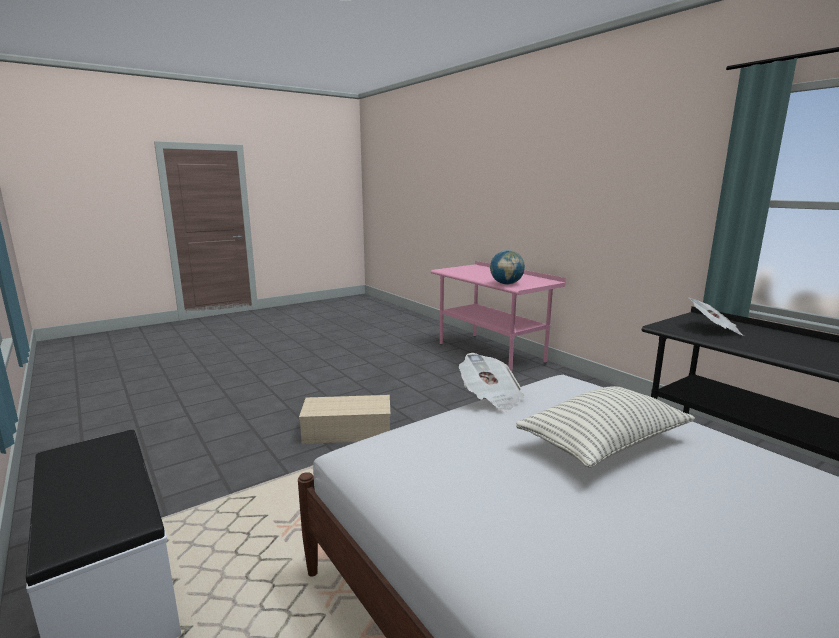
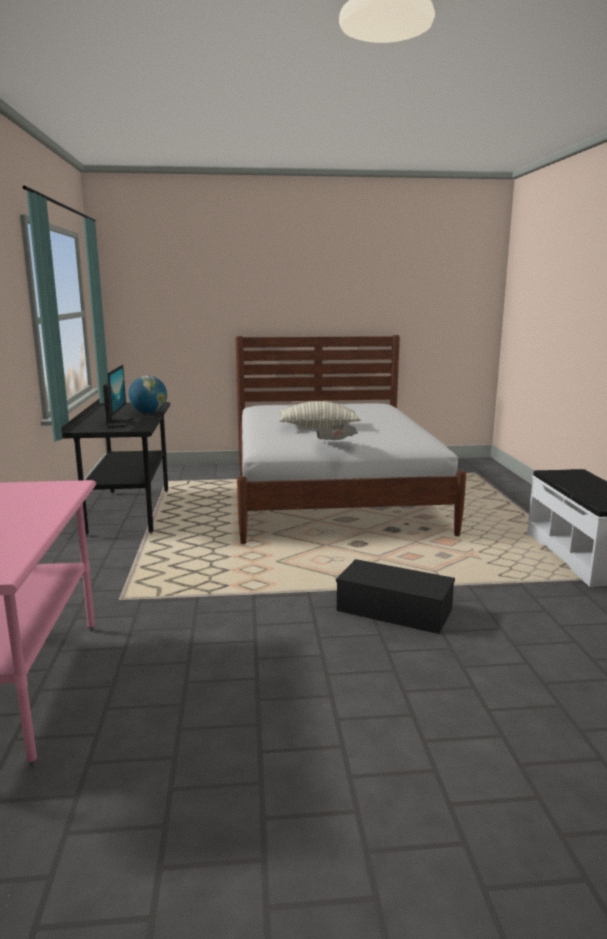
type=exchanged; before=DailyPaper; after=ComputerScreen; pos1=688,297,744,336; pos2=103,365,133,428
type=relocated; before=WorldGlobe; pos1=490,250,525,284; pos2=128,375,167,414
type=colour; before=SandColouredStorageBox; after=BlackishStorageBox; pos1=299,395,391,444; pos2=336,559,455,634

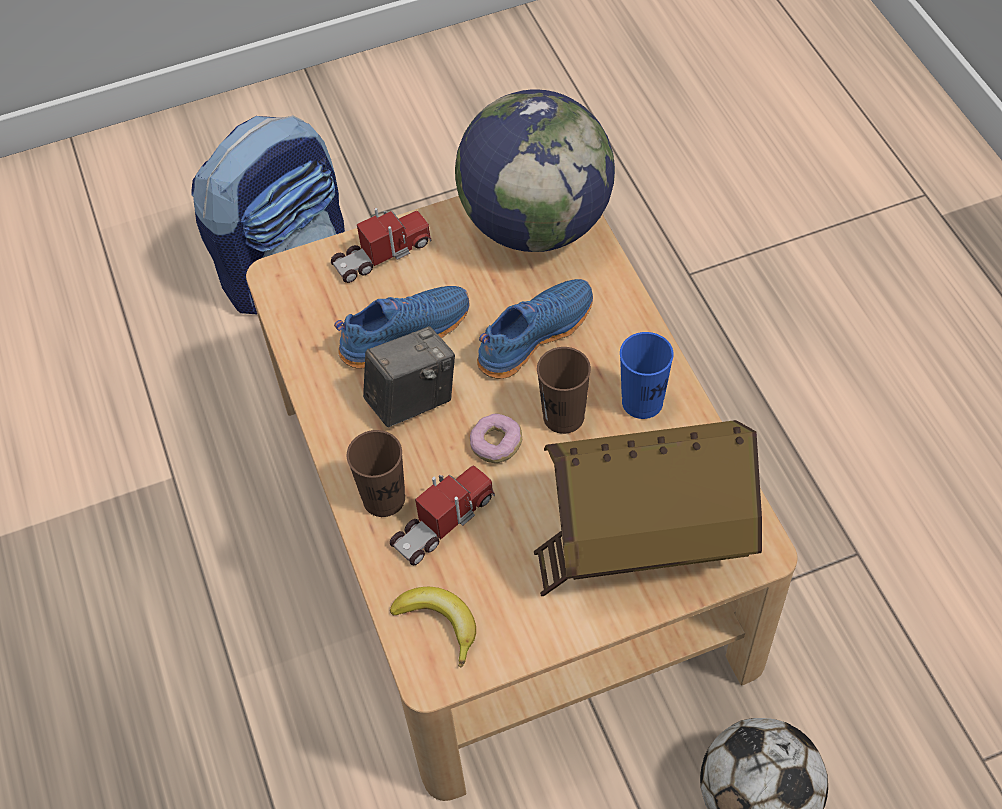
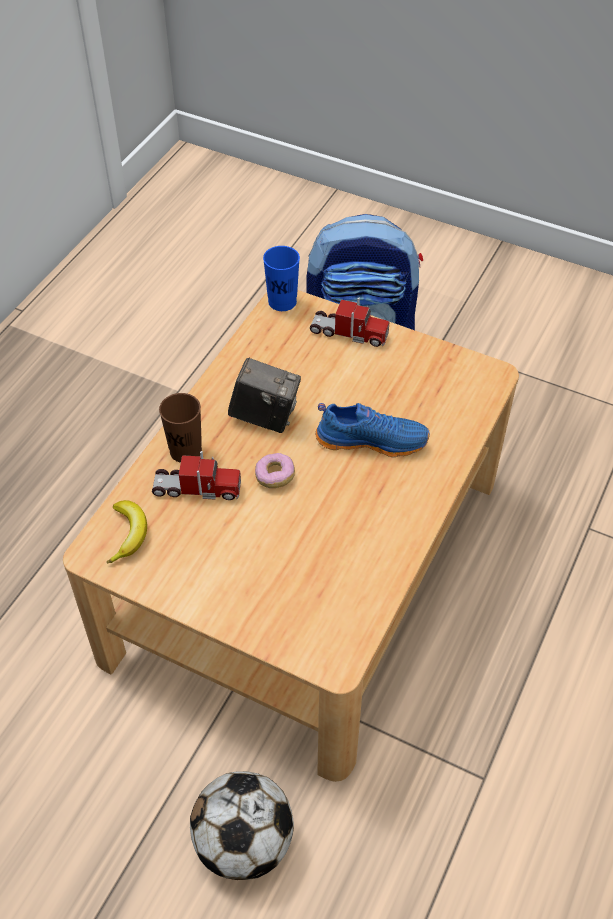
type=relocated; before=BlueColouredCup; pos1=620,332,674,419; pos2=263,246,300,311
type=missing; before=BlueColouredItemOfFootwear; pos1=334,286,469,369
type=missing; before=WorldGlobe; pos1=455,89,615,252
type=missing; before=ToyHouse; pos1=534,420,762,596
type=missing; before=BrownCup; pos1=537,347,591,434

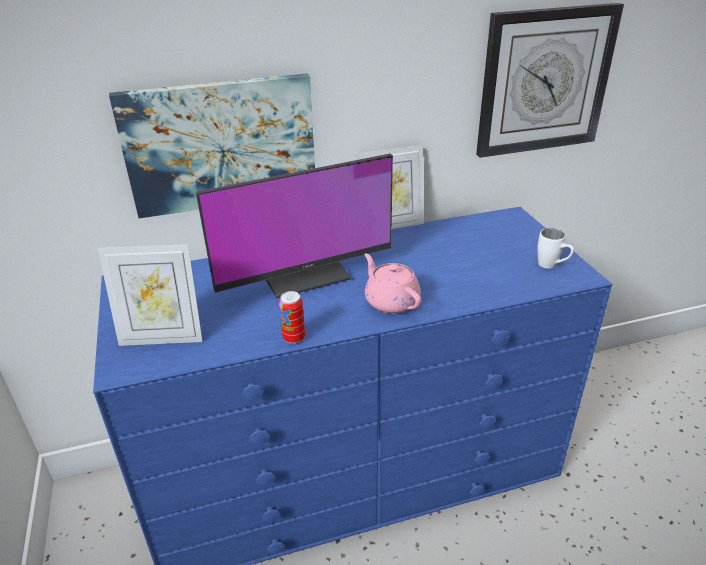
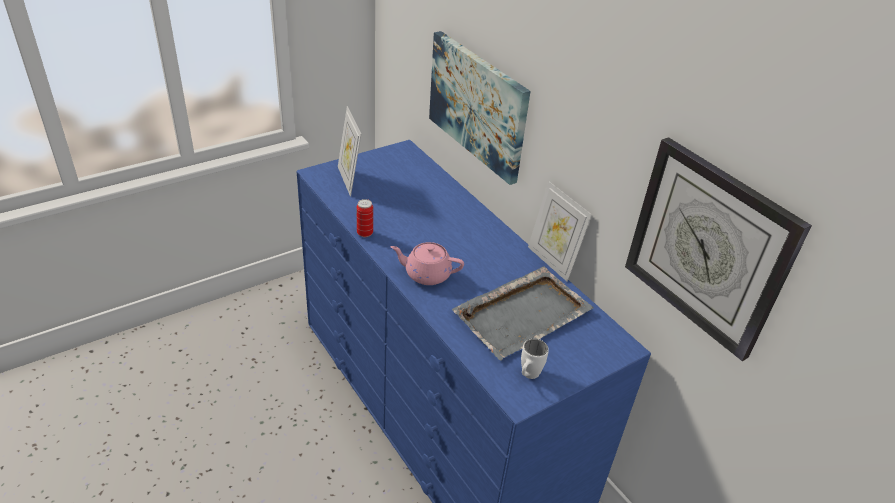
type=spun; before=PinkTeaPot; pos1=364,253,421,314; pos2=390,242,464,285; turn=-120
type=appeared; after=GreyTray; pos2=452,266,593,360
type=missing; before=ComputerScreen; pos1=196,154,393,298

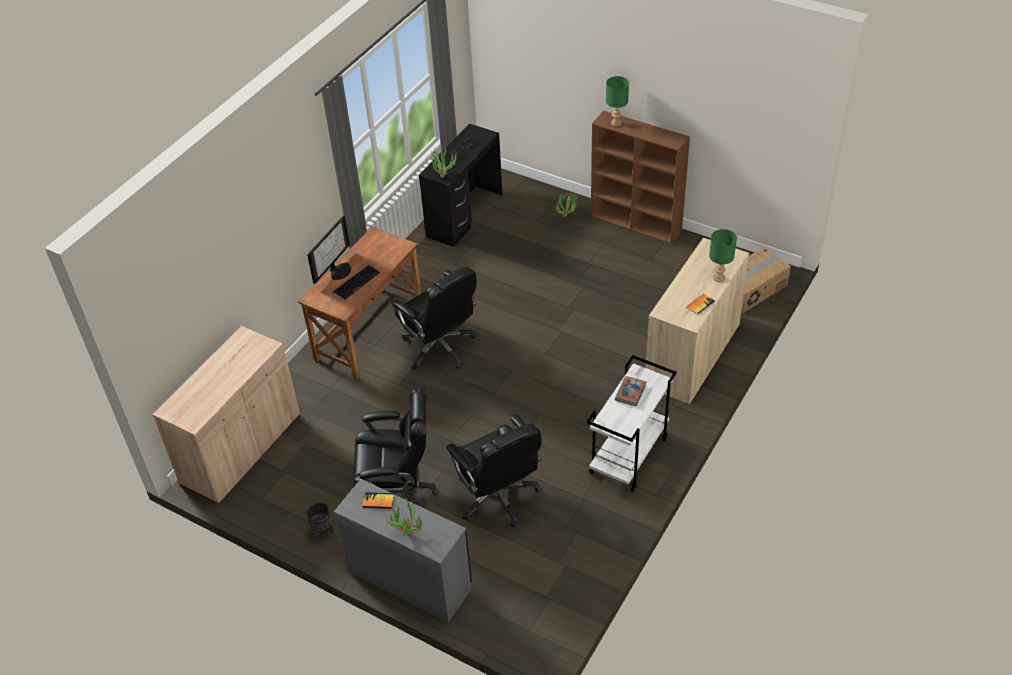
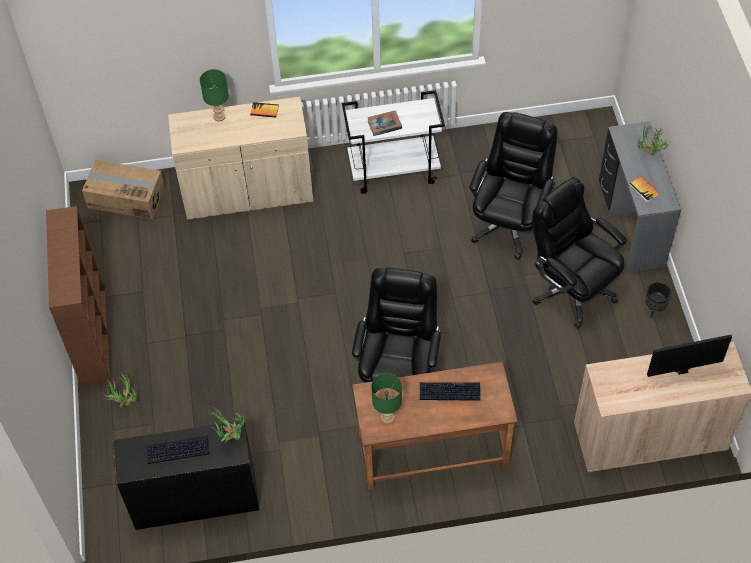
type=relocated; before=GreenColouredLampForATable; pos1=606,76,629,127; pos2=371,373,402,424
type=relocated; before=ComputerScreen; pos1=307,216,351,284; pos2=647,335,732,377

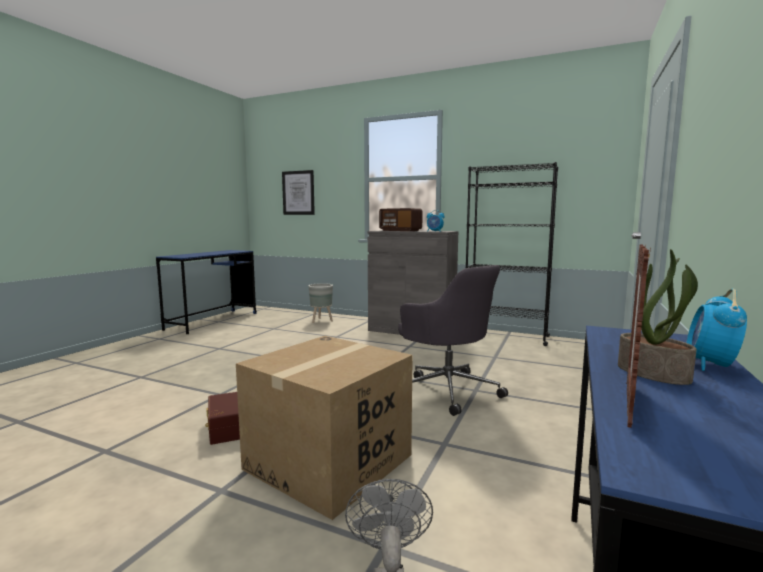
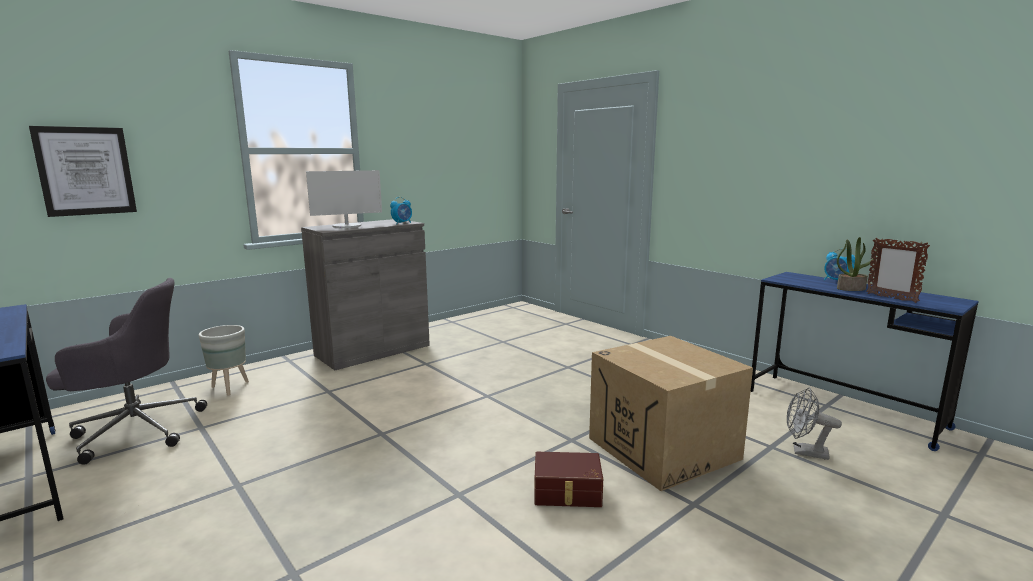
type=relocated; before=GreyDeskChair; pos1=398,265,508,416; pos2=46,278,207,465
type=exchanged; before=RadioReceiver; after=ComputerScreen; pos1=379,208,423,231; pos2=306,170,382,228
type=missing; before=BlackishBookshelf; pos1=465,162,558,346

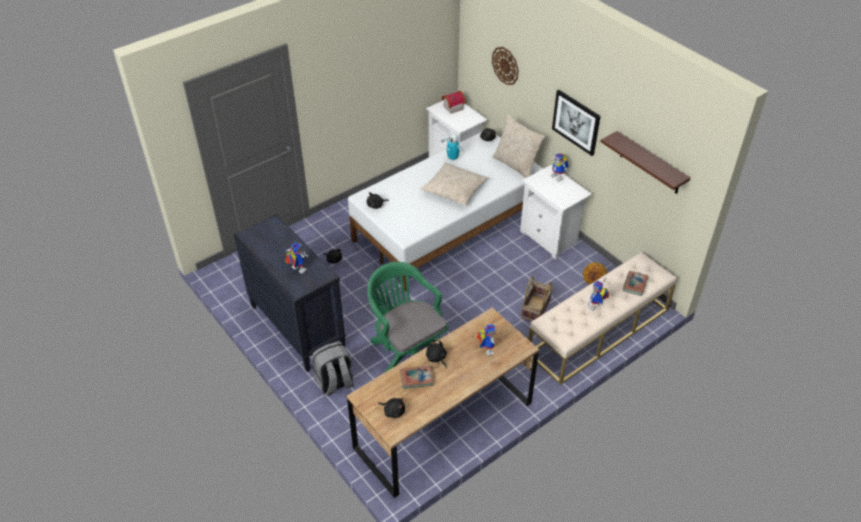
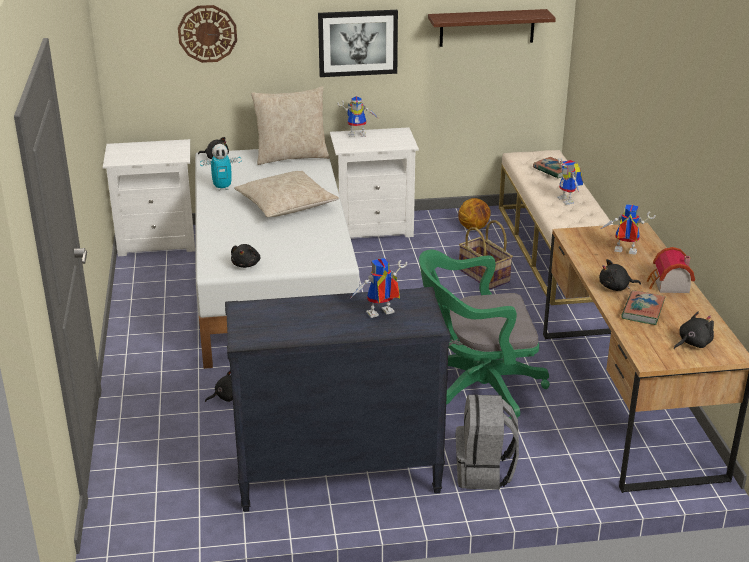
type=relocated; before=ToyHouse; pos1=442,91,465,114; pos2=647,247,695,293

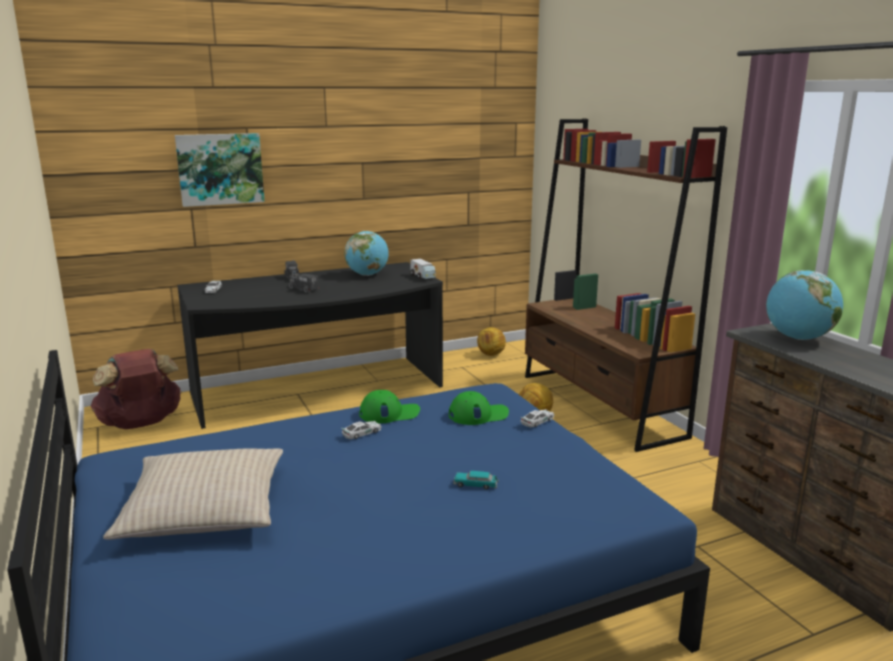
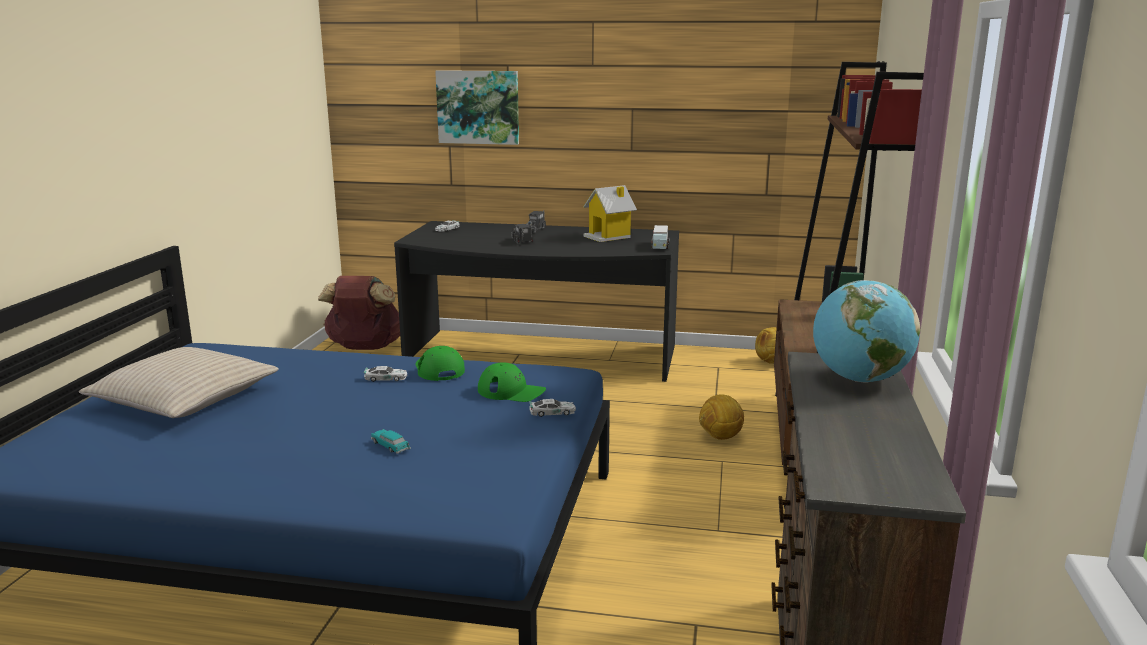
type=spun; before=GreenColouredPeakedCap; pos1=359,390,420,423; pos2=415,346,465,381; turn=-135
type=exchanged; before=WorldGlobe; after=ToyHouse; pos1=344,231,389,276; pos2=583,185,637,242

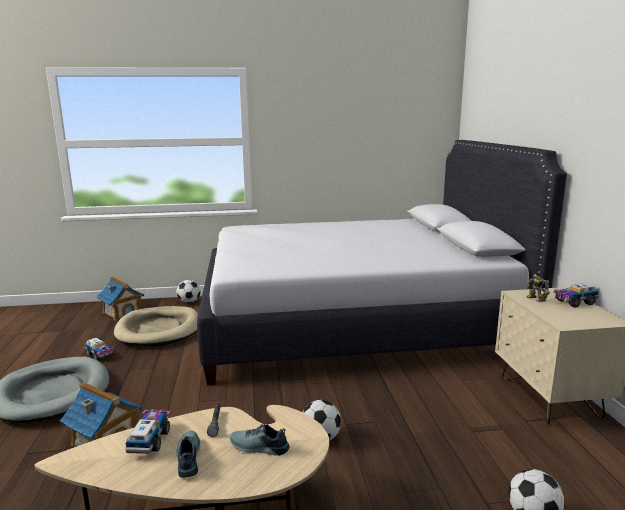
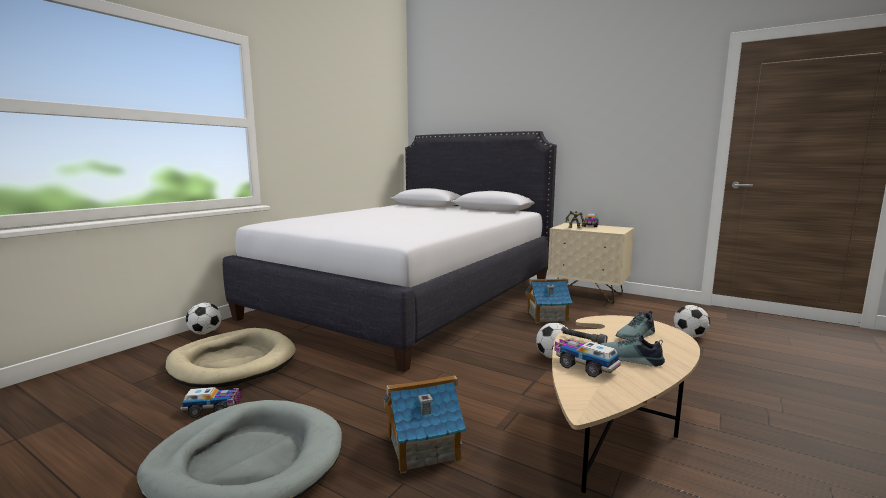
type=relocated; before=ToyHouse; pos1=96,277,144,320; pos2=525,278,573,323

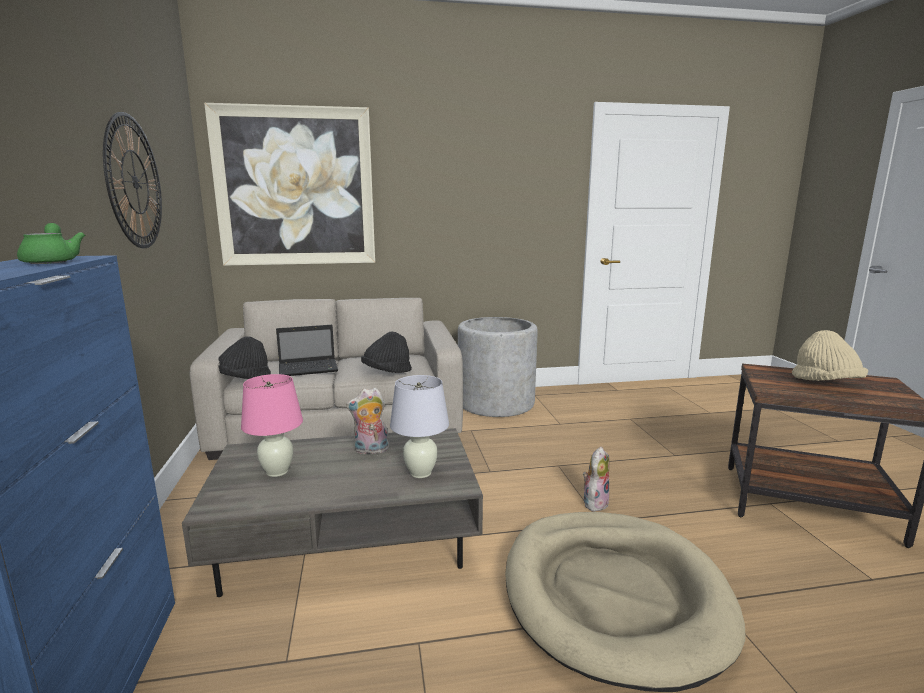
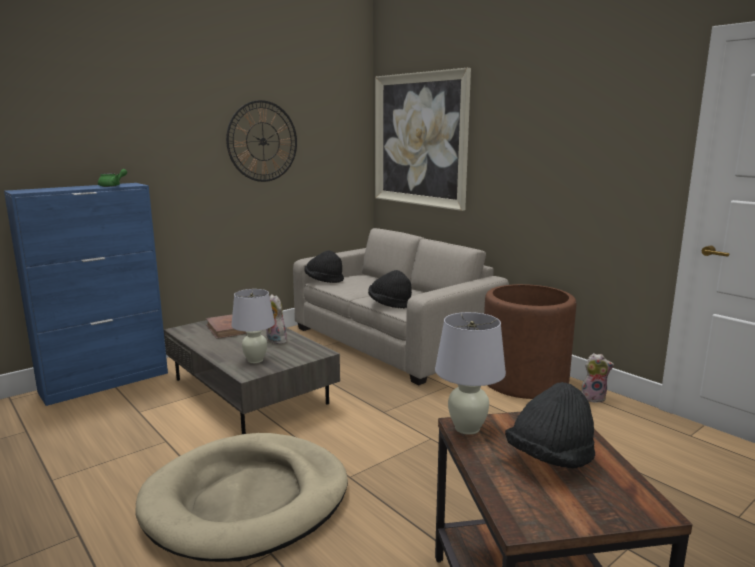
type=exchanged; before=PinkLampForATable; after=BrownBook; pos1=241,374,303,477; pos2=206,315,247,339
type=appeared; after=WhiteLampForATable; pos2=435,312,506,435
type=colour; before=GreyPlantPot; after=BrownPlantPot; pos1=458,317,538,417; pos2=484,284,576,399
type=colour; before=SandColouredClothingHat; after=BlackishClothingHat; pos1=792,330,868,381; pos2=505,382,595,468
type=relocated; before=CuddlyToy; pos1=583,447,609,512; pos2=581,353,614,403
type=missing; before=NotebookComputer; pos1=276,325,338,376

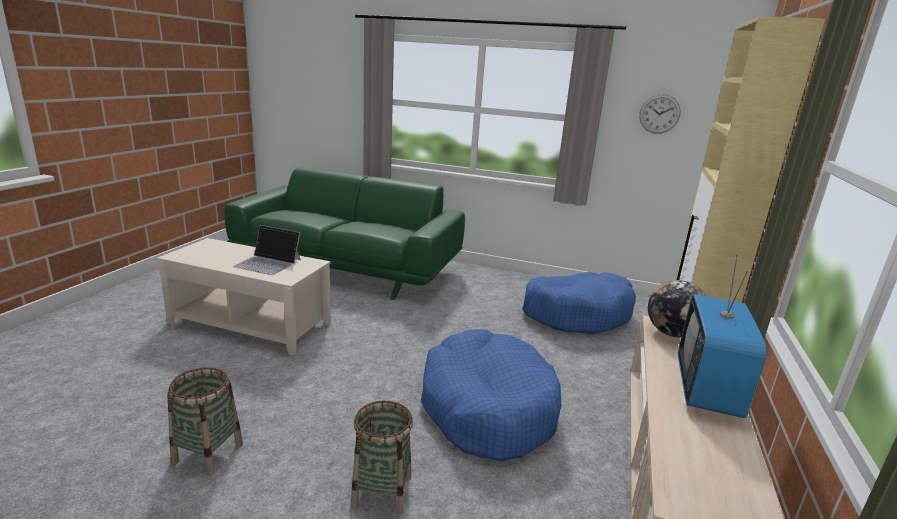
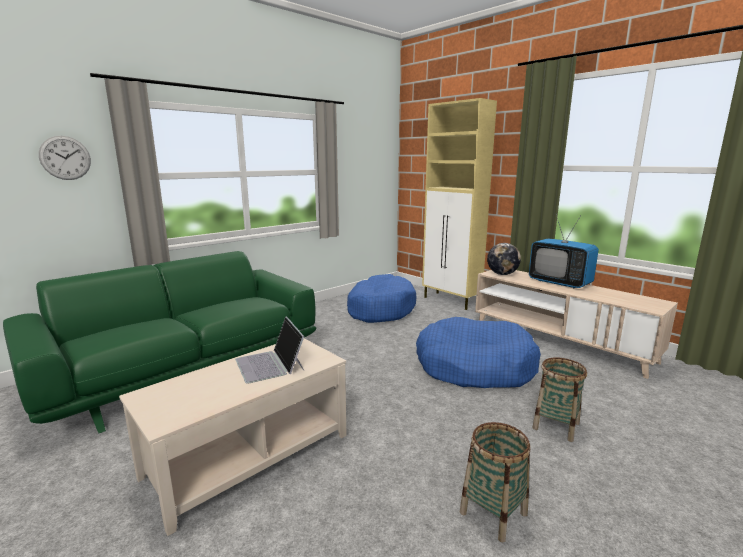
type=relocated; before=ClockOnTheWall; pos1=639,94,681,134; pos2=39,136,91,180
type=spun; before=NotebookComputer; pos1=233,225,301,275; pos2=235,317,304,384; turn=105

